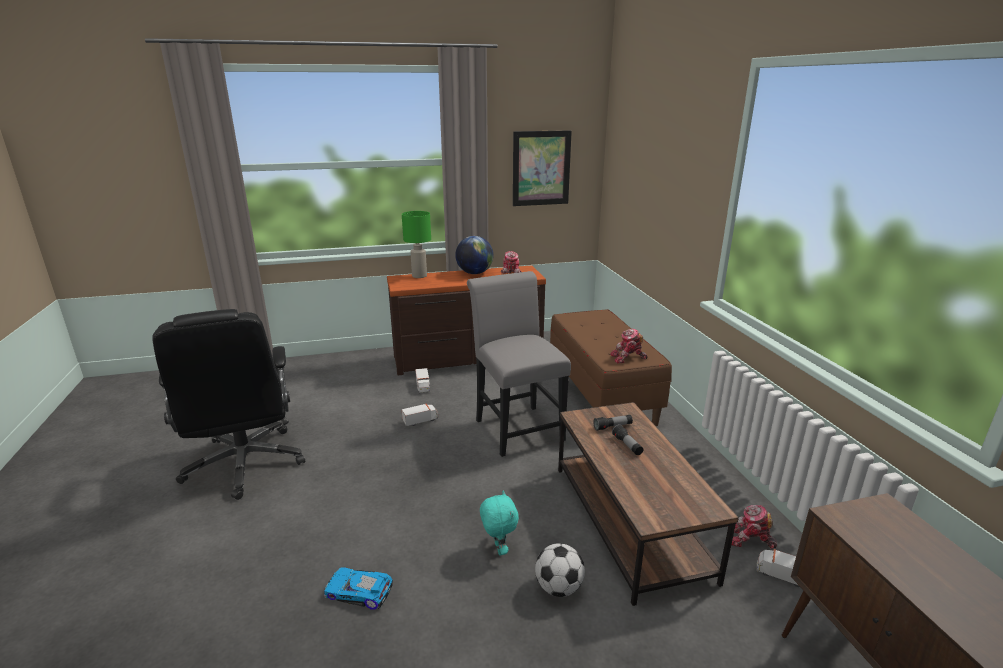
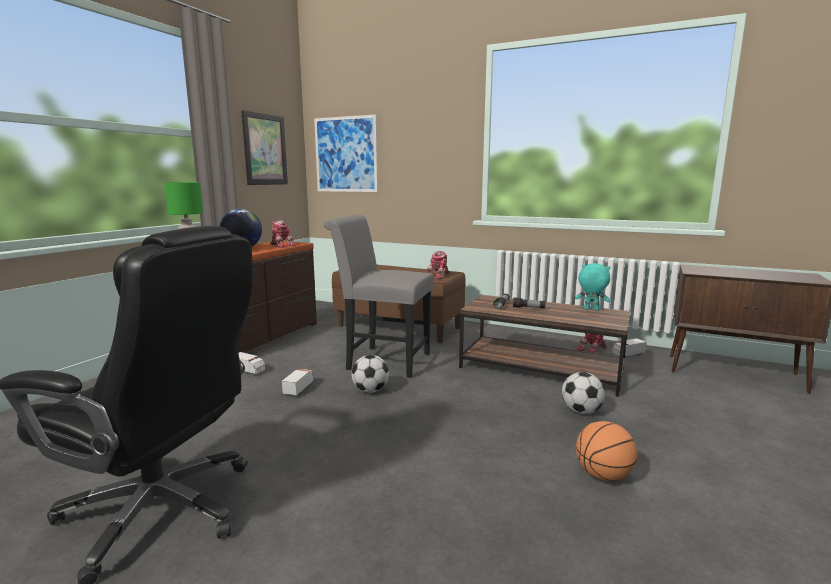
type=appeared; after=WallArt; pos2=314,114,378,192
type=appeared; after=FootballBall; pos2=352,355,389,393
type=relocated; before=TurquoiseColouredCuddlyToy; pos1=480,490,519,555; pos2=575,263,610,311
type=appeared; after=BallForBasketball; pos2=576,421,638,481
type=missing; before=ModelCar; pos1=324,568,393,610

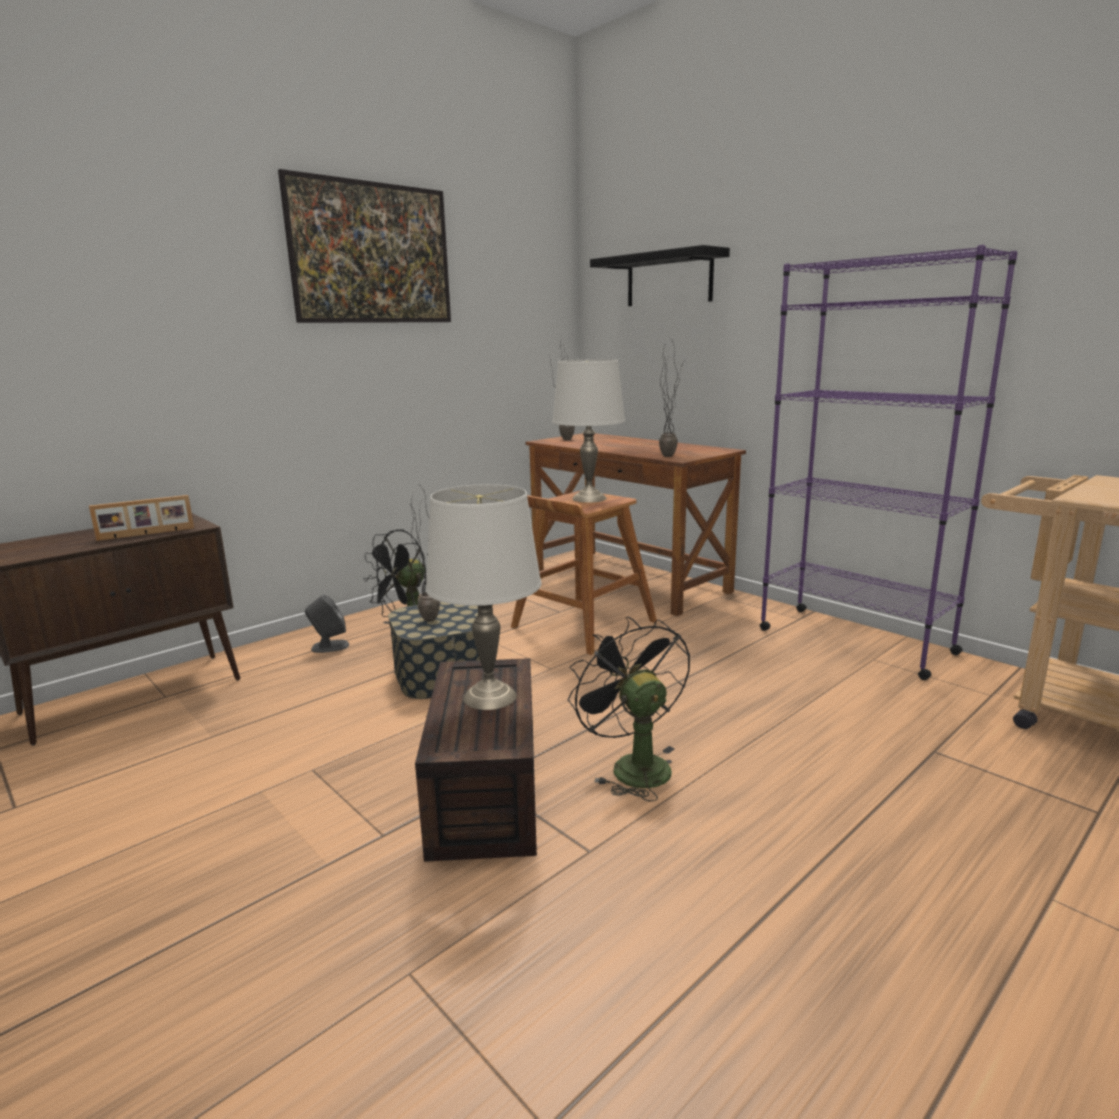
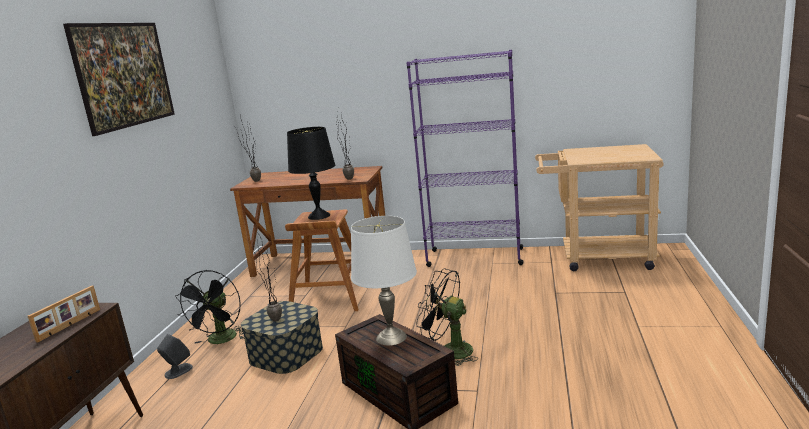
type=colour; before=WhiteLampForATable; after=BlackishLampForATable; pos1=552,359,625,503; pos2=287,127,335,220
type=missing; before=BlackishWallShelf; pos1=590,245,730,306

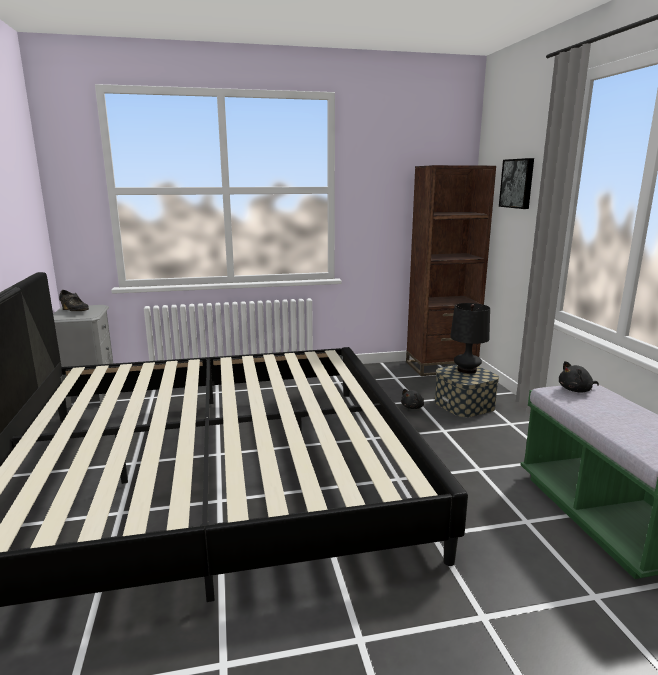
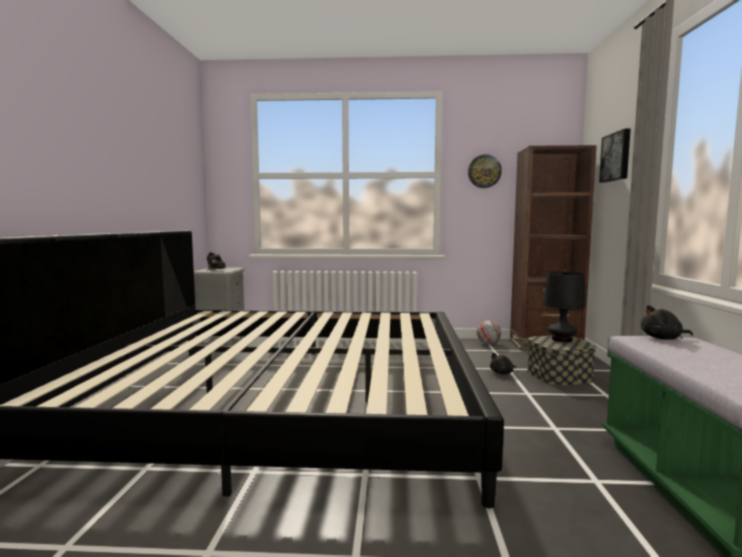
type=appeared; after=ClockOnTheWall; pos2=468,154,502,188
type=appeared; after=FootballBall; pos2=477,320,501,344

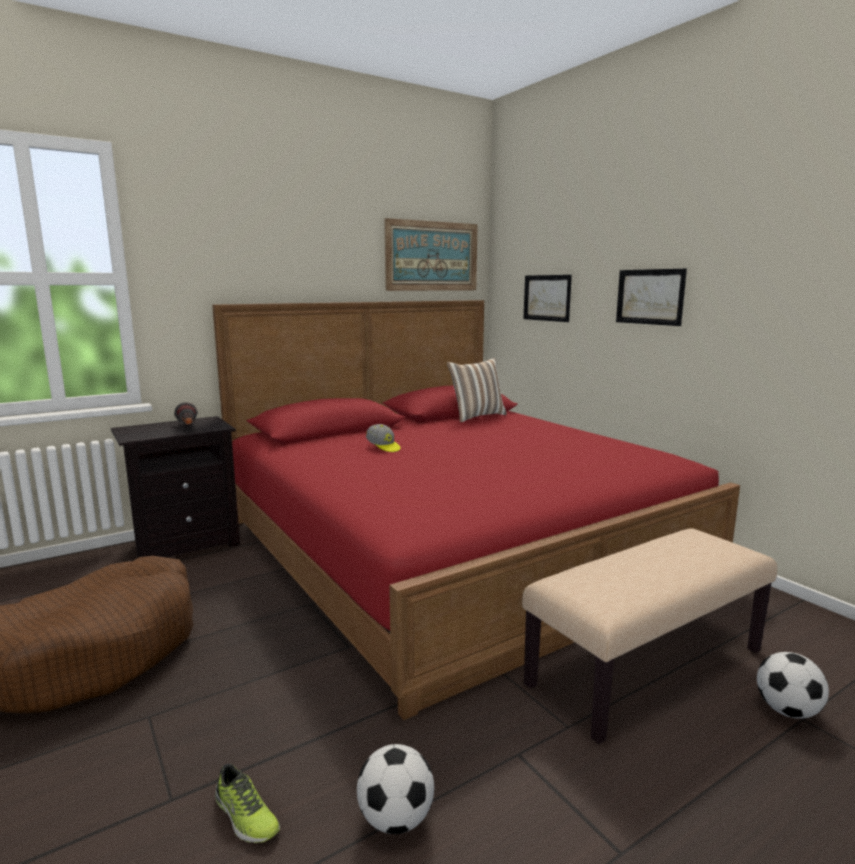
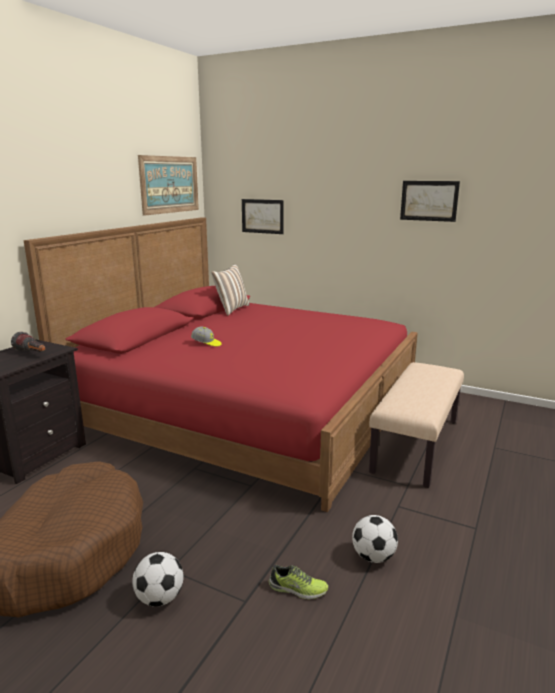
type=relocated; before=FootballBall; pos1=757,652,829,719; pos2=132,552,184,606
type=relocated; before=WallArt; pos1=616,268,687,326; pos2=400,181,460,222

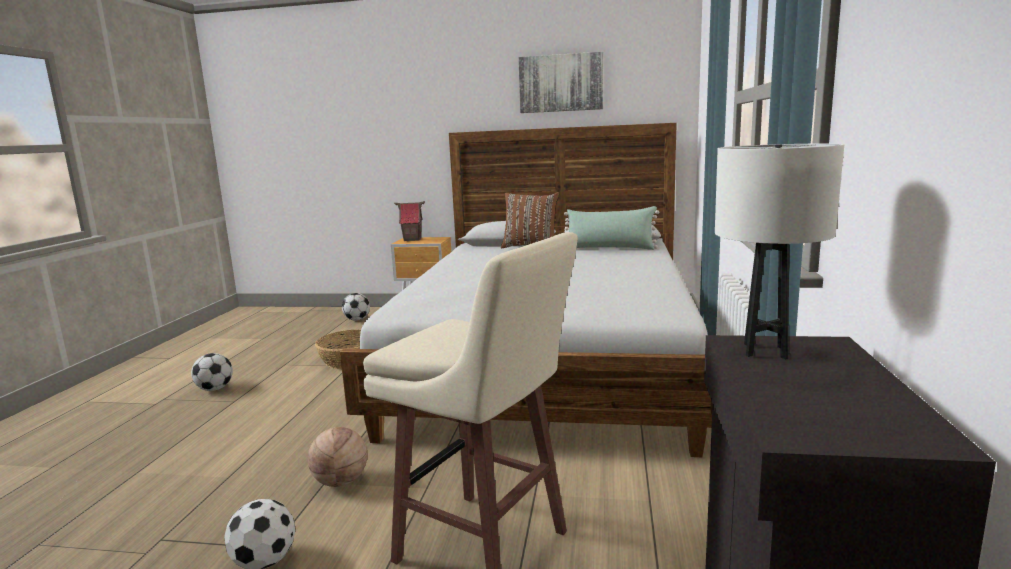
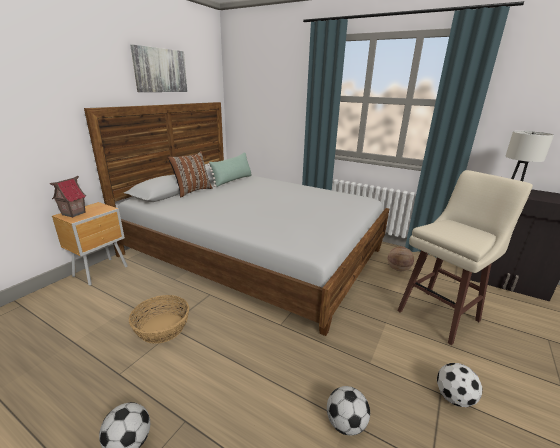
type=relocated; before=FootballBall; pos1=342,293,370,321; pos2=327,386,370,436
type=relocated; before=BallForBasketball; pos1=307,427,367,487; pos2=388,247,414,271

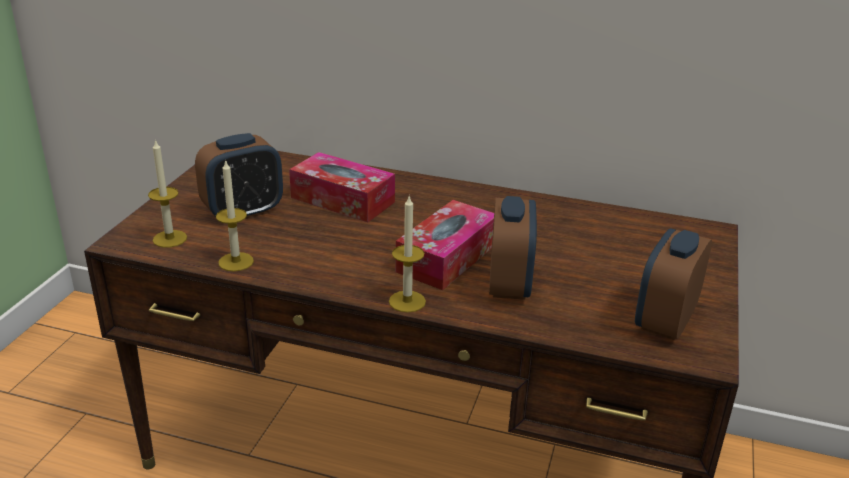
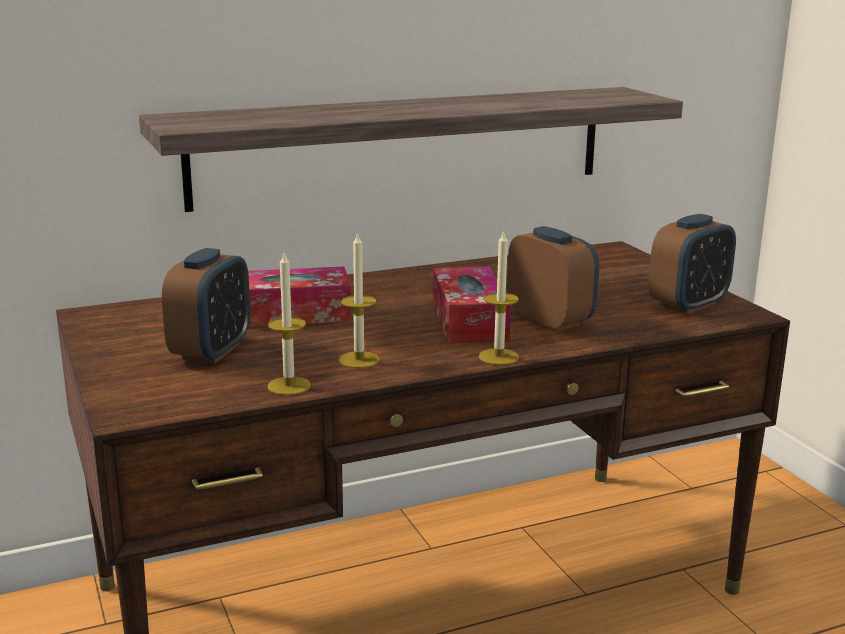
type=appeared; after=WallShelf; pos2=139,87,683,212
type=relocated; before=WaxLight; pos1=148,139,187,248; pos2=339,232,379,368
type=spun; before=AlarmClock; pos1=635,229,712,340; pos2=648,214,736,314; turn=-120

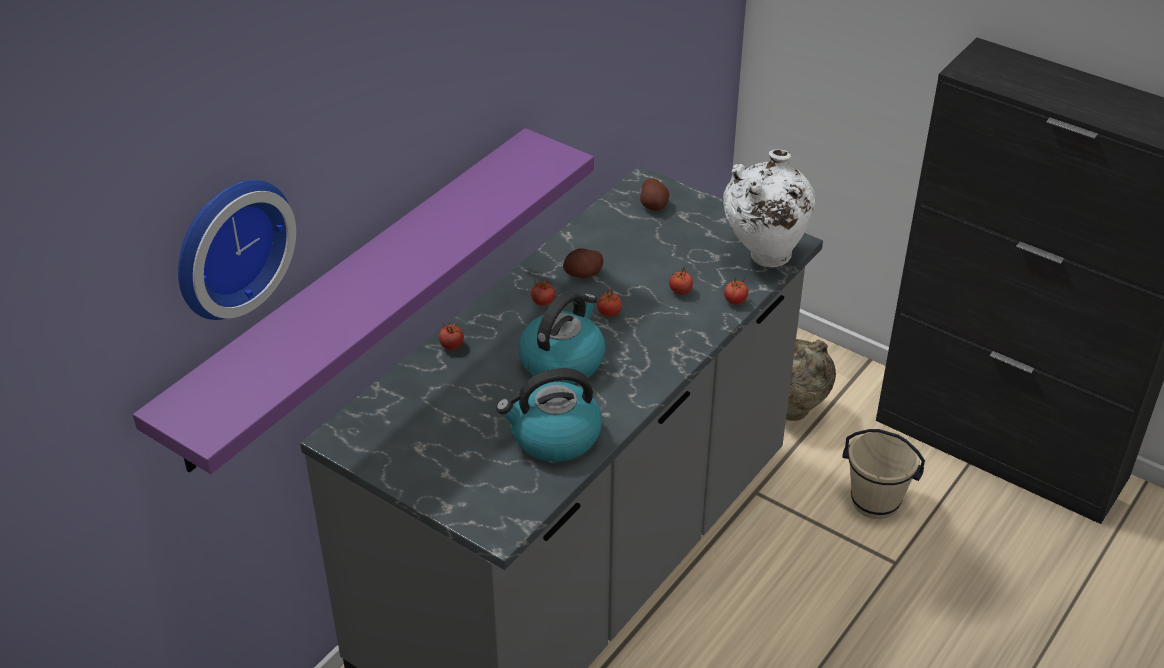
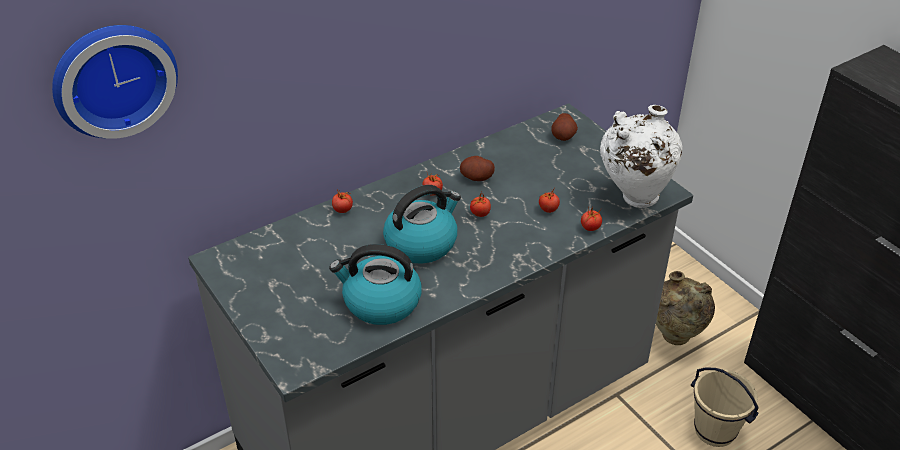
type=missing; before=PurplishWallShelf; pos1=133,128,594,474

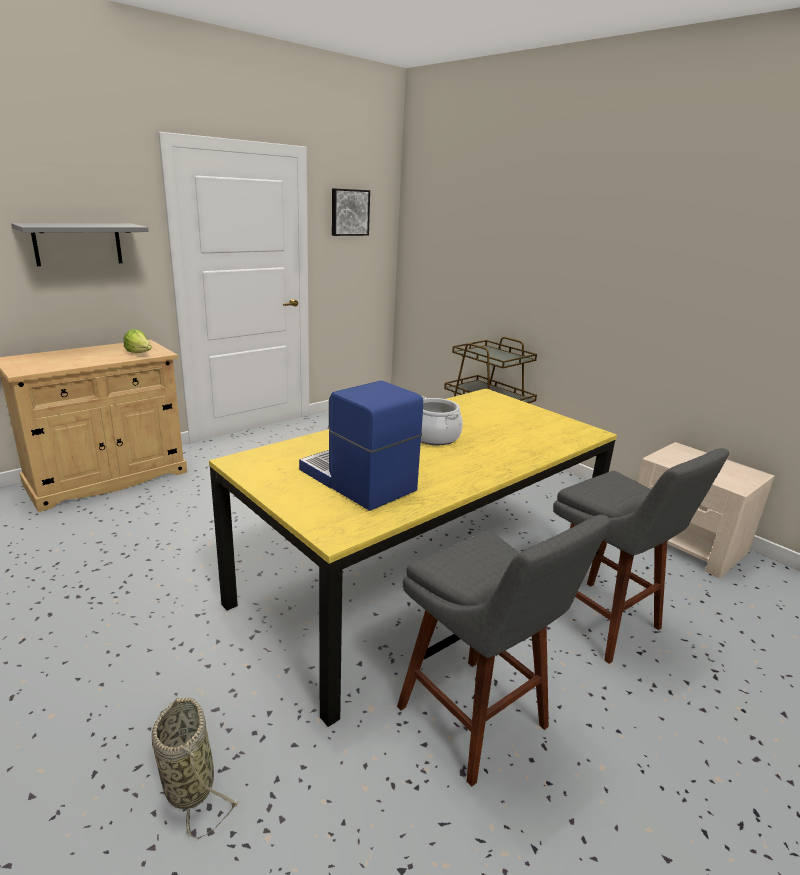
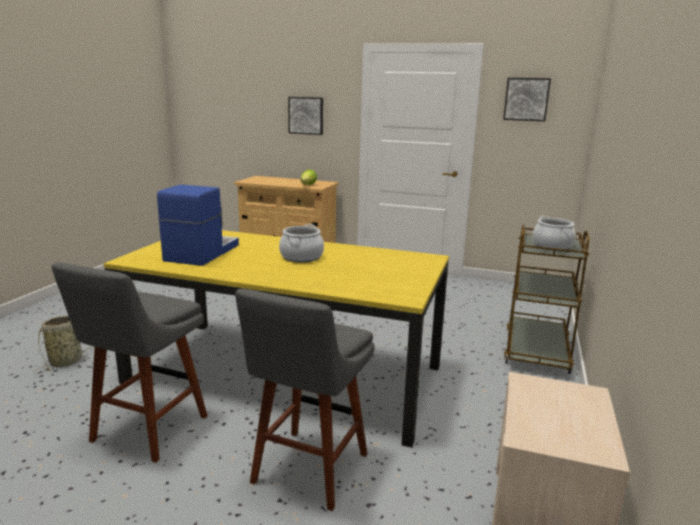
type=exchanged; before=GreyWallShelf; after=WallArt; pos1=11,223,149,266; pos2=288,97,323,135
type=appeared; after=Saucepot; pos2=532,216,576,251

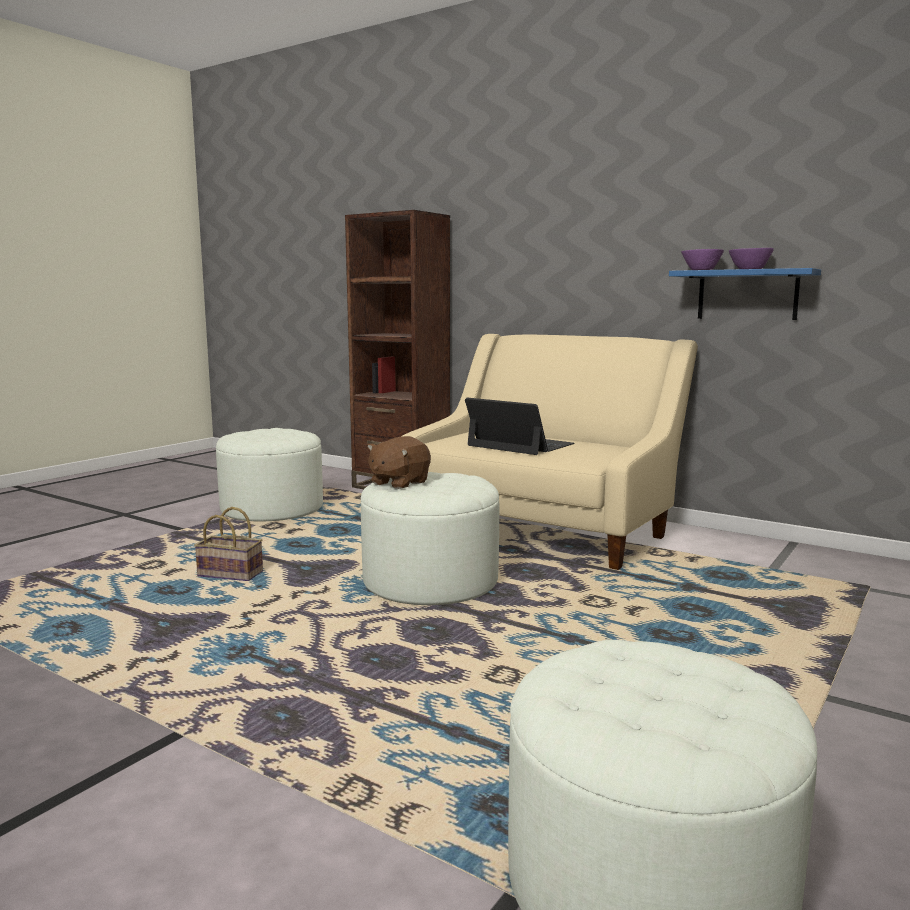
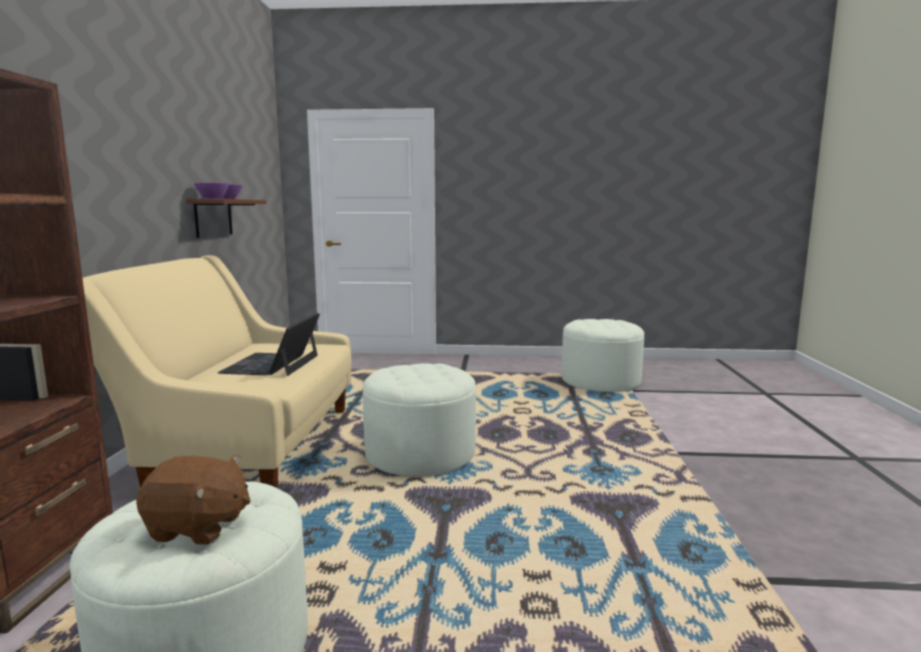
type=relocated; before=BrownCuddlyToy; pos1=367,436,431,489; pos2=136,455,251,545
type=colour; before=BlueColouredWallShelf; after=BrownWallShelf; pos1=669,268,821,320; pos2=186,199,266,238
type=missing; before=StorageBasket; pos1=194,507,263,581

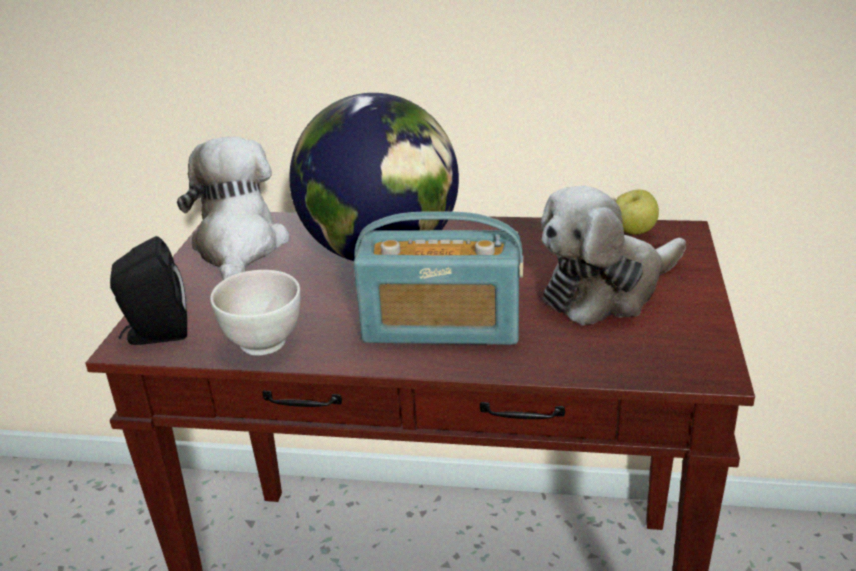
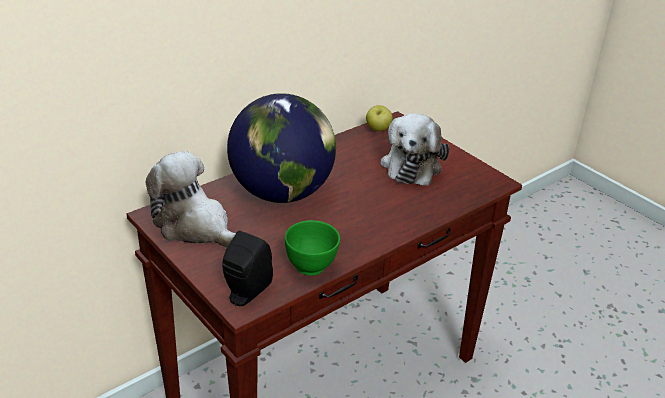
type=colour; before=WhiteBowl; after=GreenColouredBowl; pos1=210,270,301,356; pos2=285,220,340,275
type=missing; before=RadioReceiver; pos1=354,211,523,345

